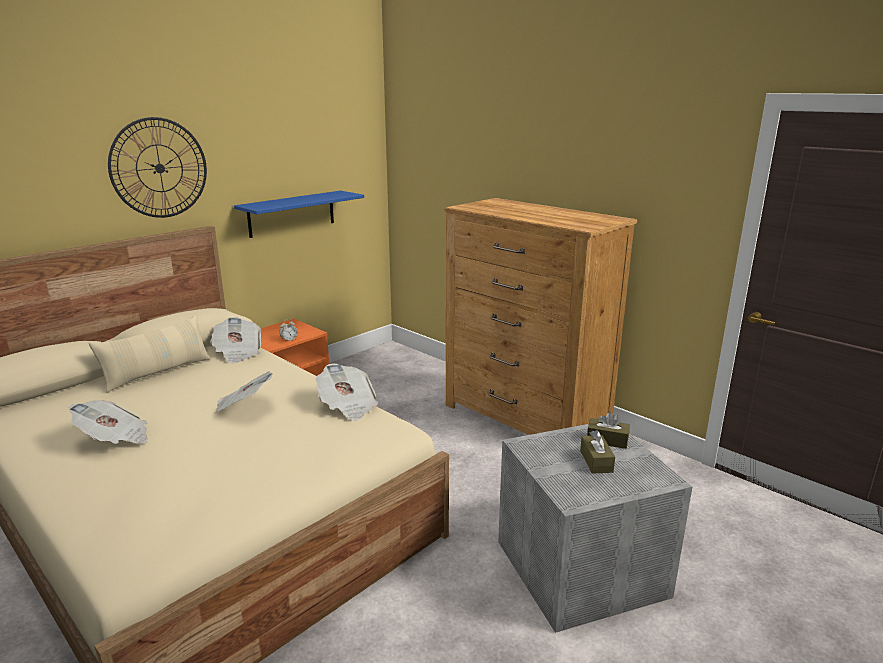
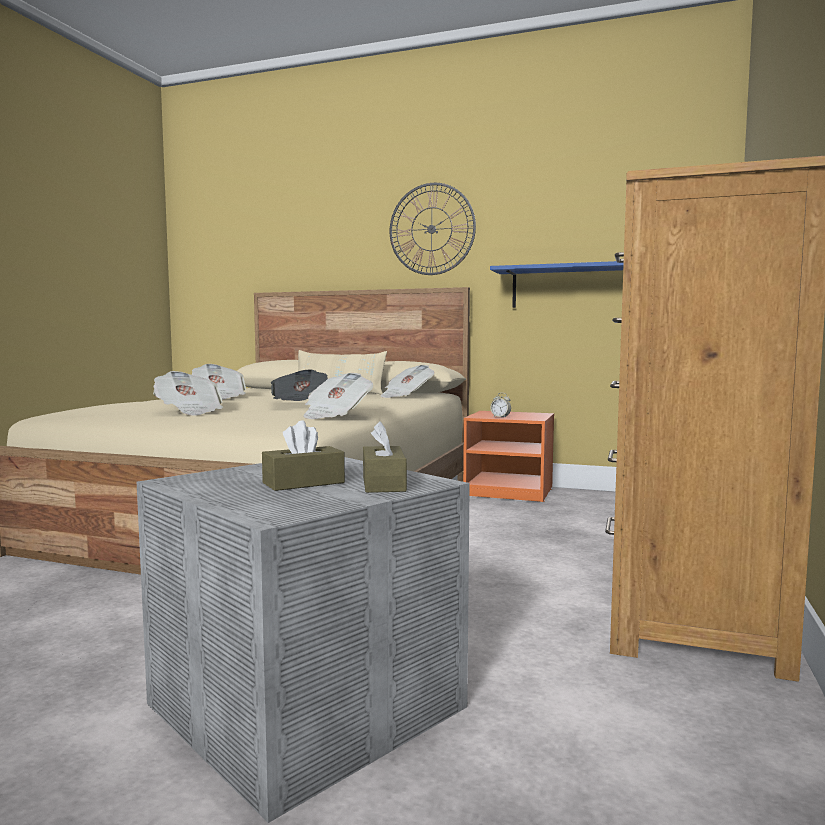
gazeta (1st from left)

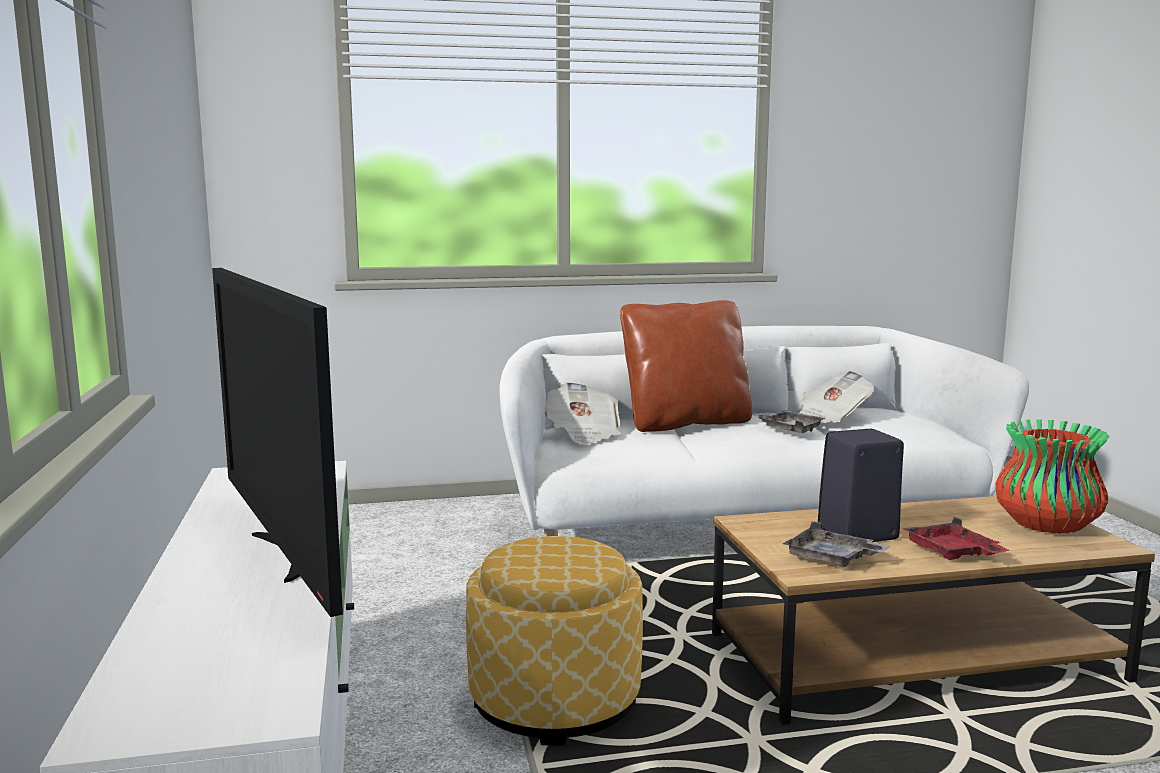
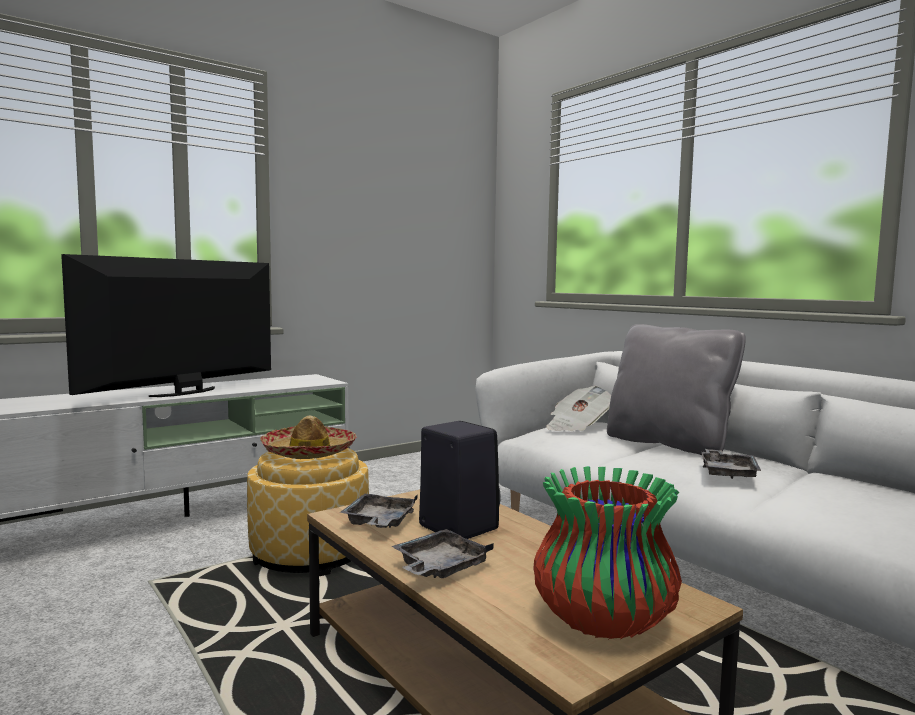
kapelusz; taca [szary] (2nd from left); poduszka [szary]; gazeta (2nd from left in the first image)

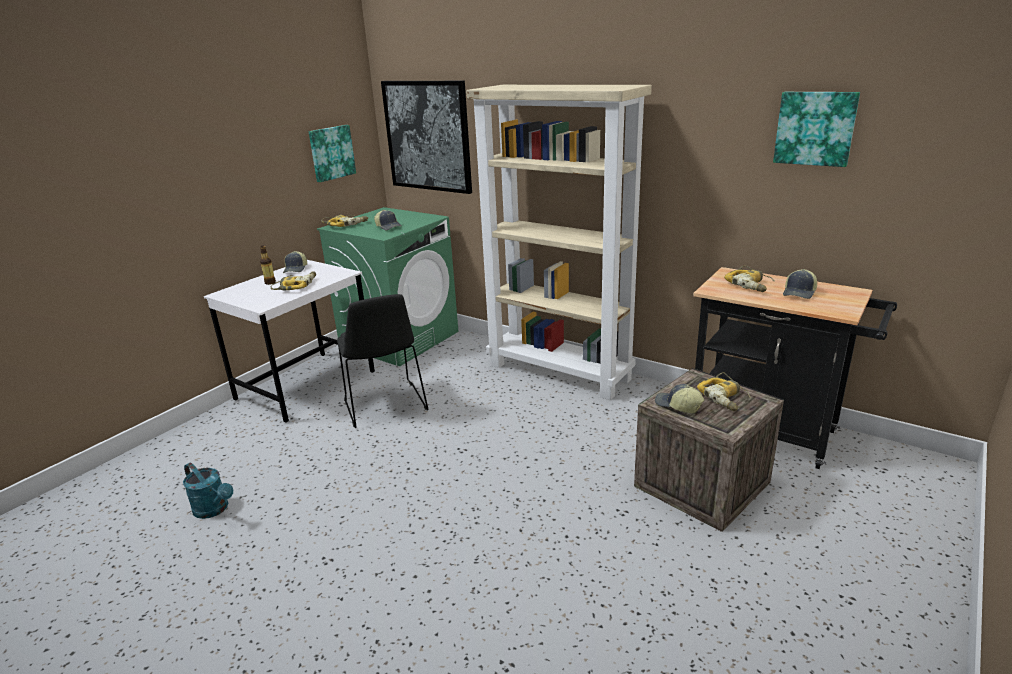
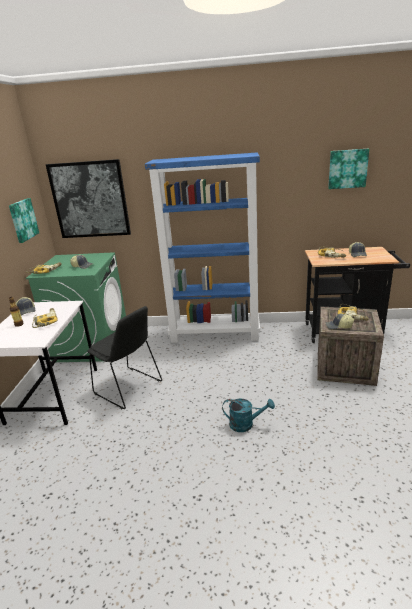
regał [niebieski]; konewka [turkusowy]

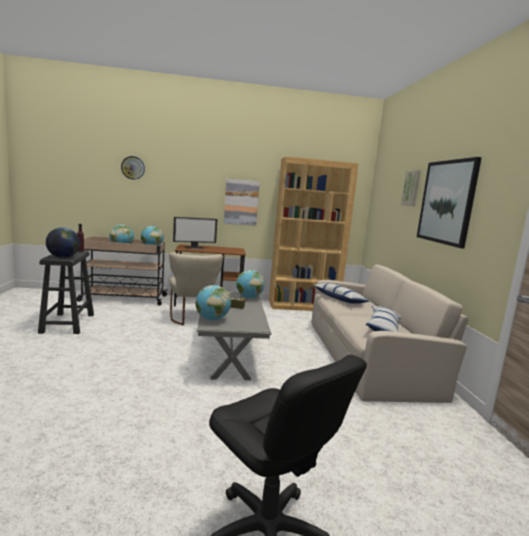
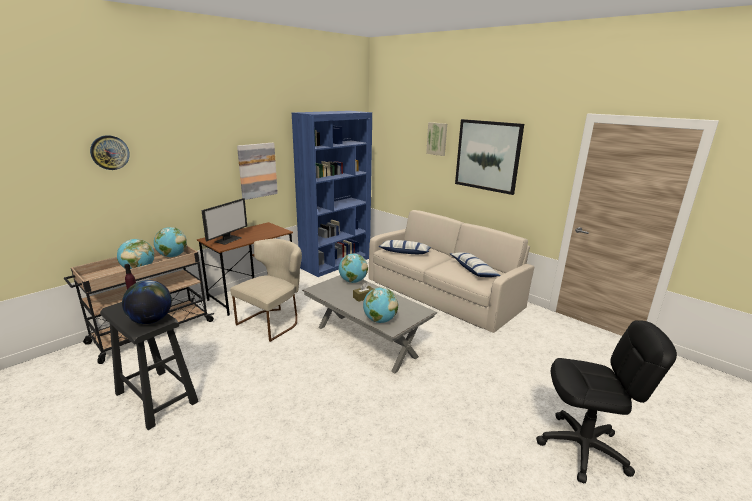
krzesło [beżowy]; regał [niebieski]

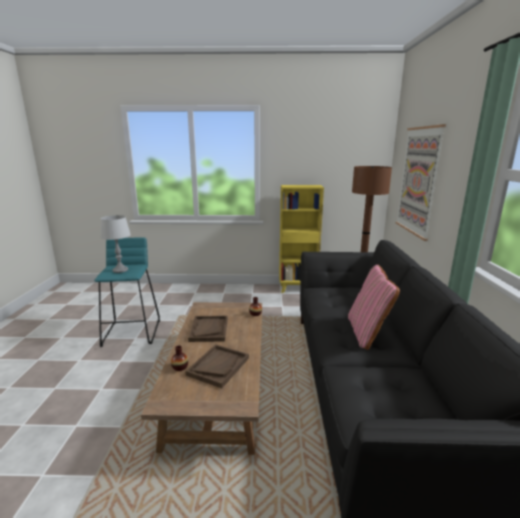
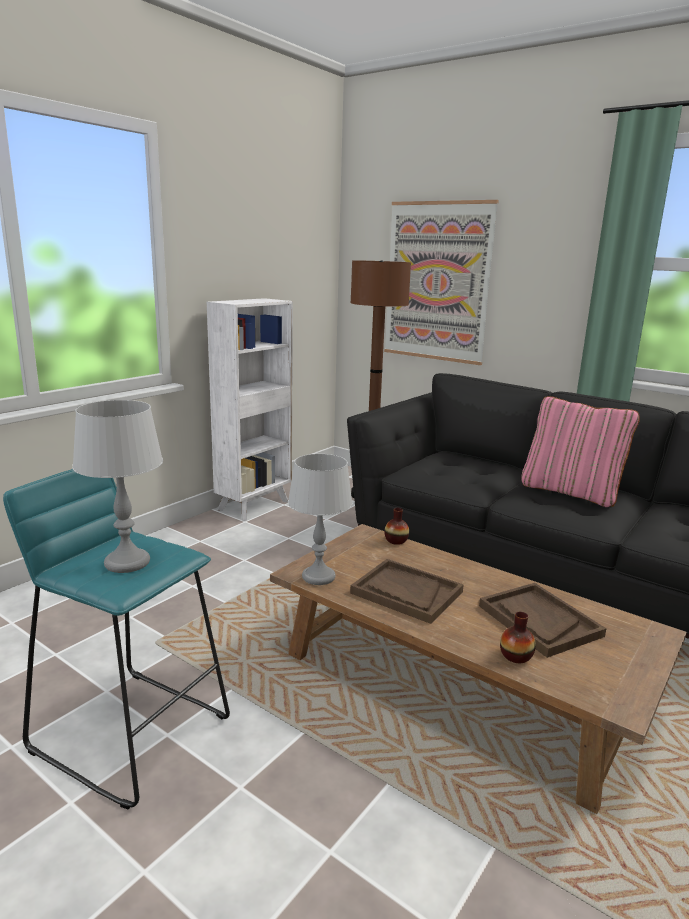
regał [biały]; lampa stołowa [szary] (2nd from left)

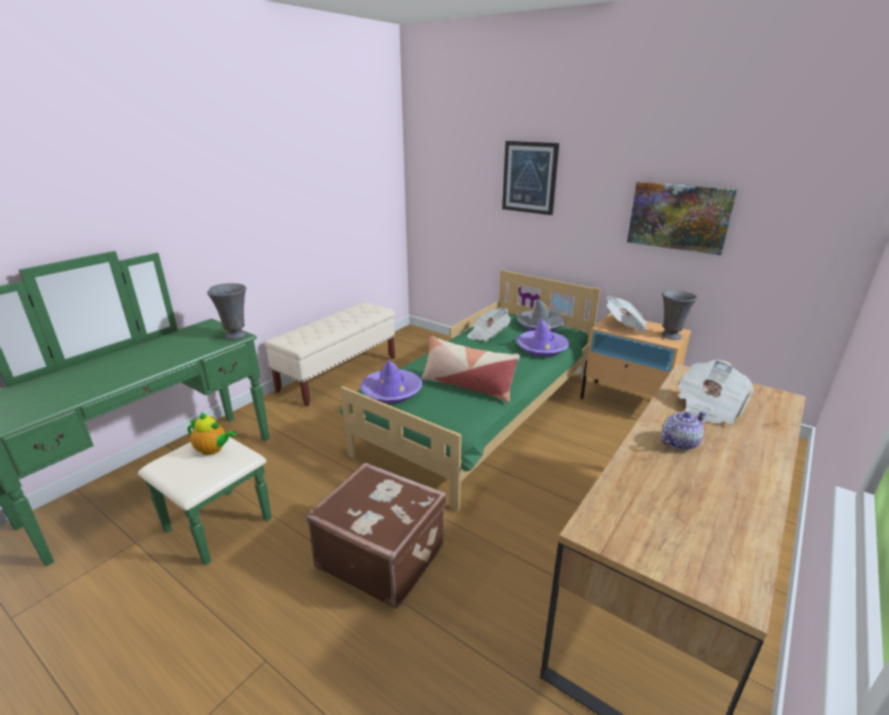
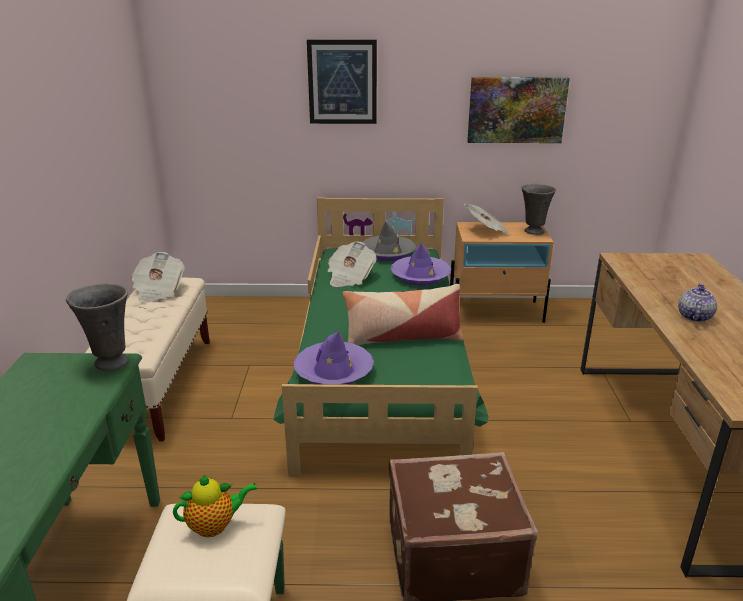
gazeta (1st from left)

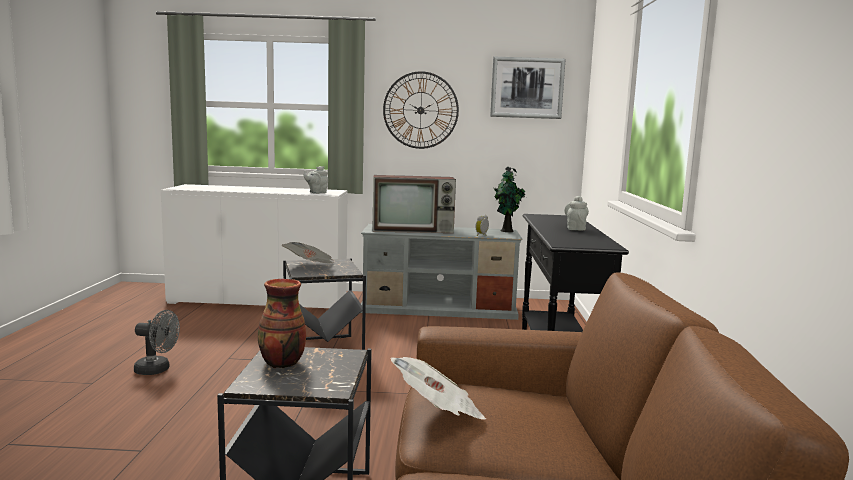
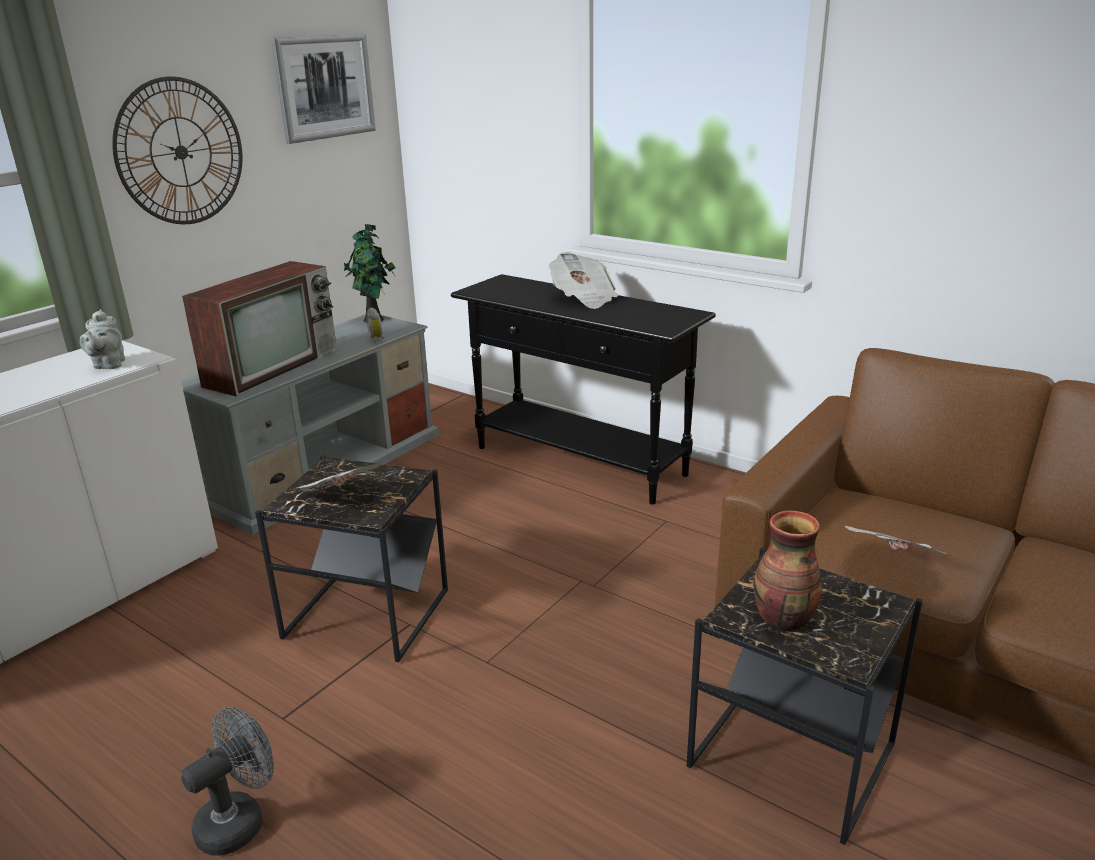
gazeta (2nd from left)

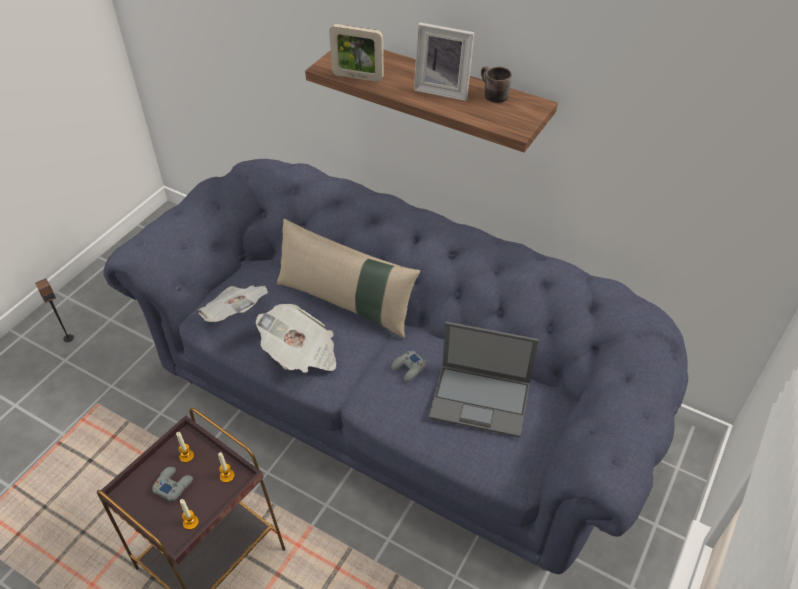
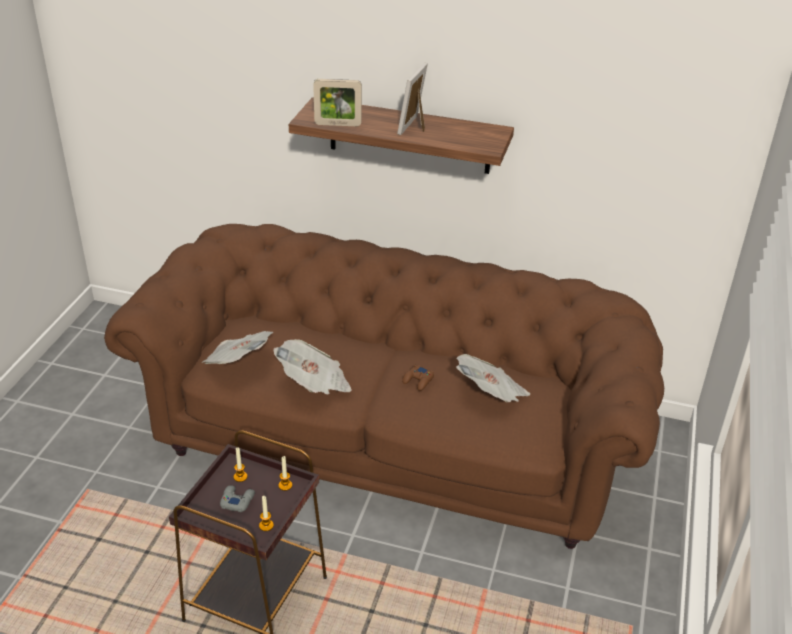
kanapa [brązowy]; ramka na zdjęcie (2nd from left); pad do gier [brązowy]; gazeta (3rd from left); głośnik; poduszka [beżowy]; kubek [brązowy]

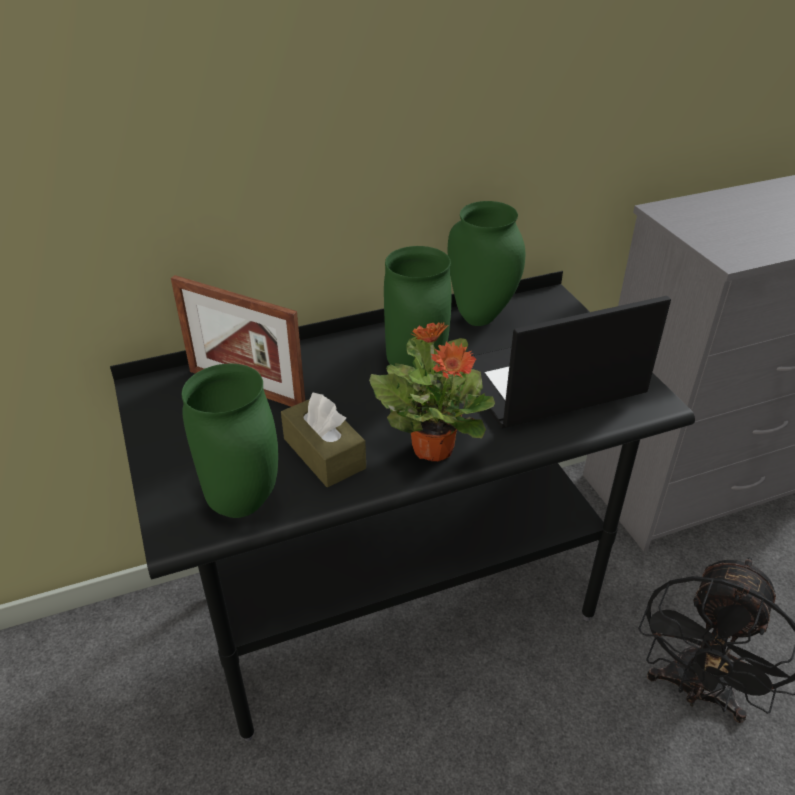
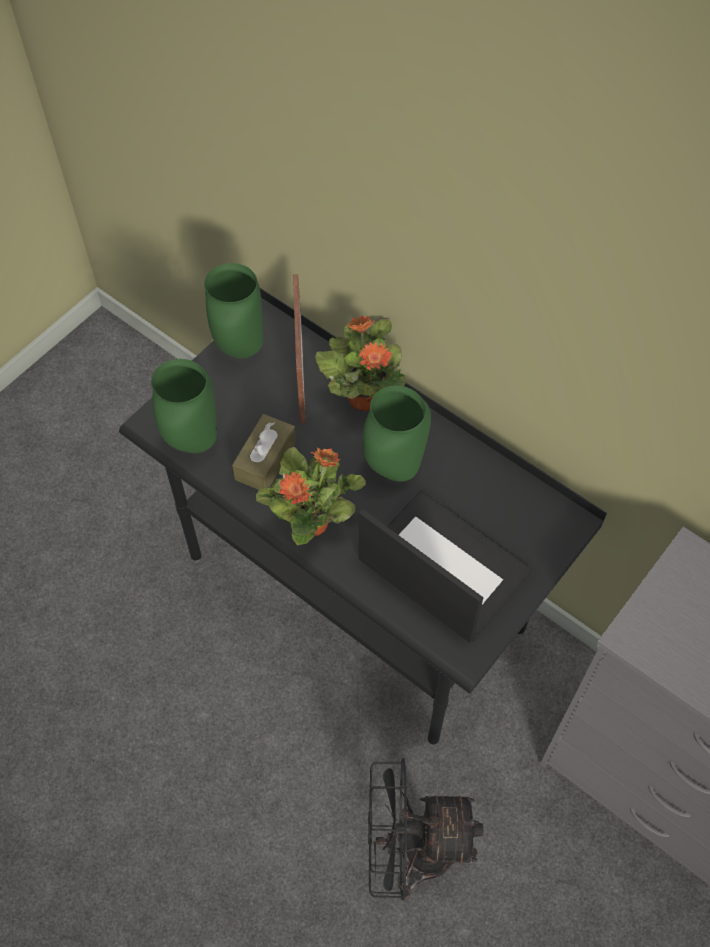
wazon [zielony] (2nd from left); roślina doniczkowa (2nd from left)

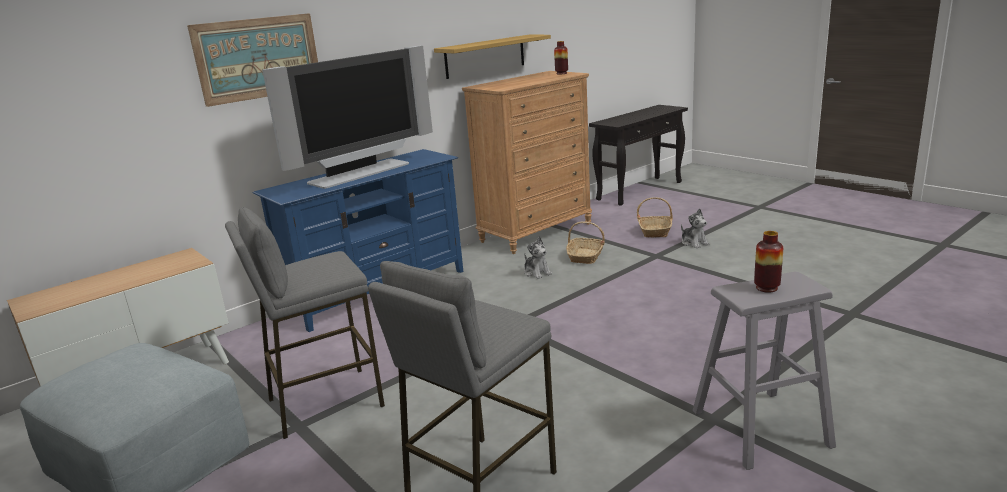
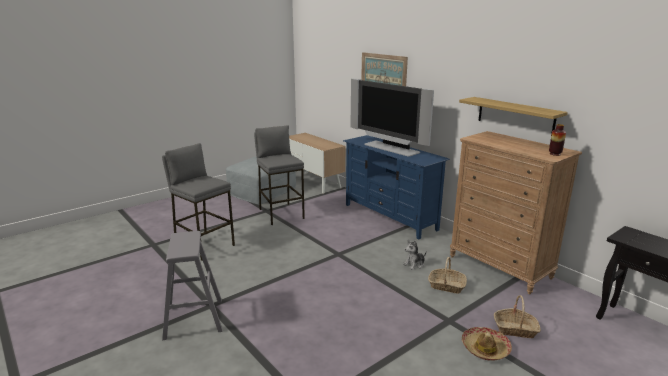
kapelusz; wazon (2nd from left in the first image)

